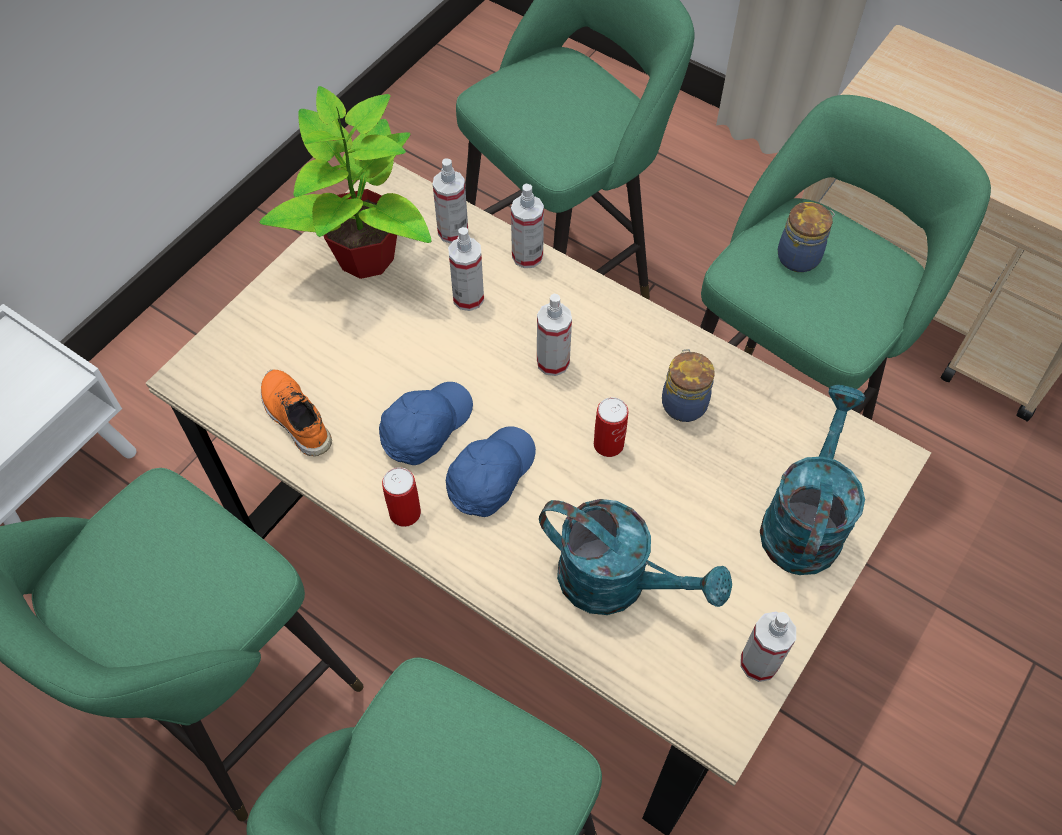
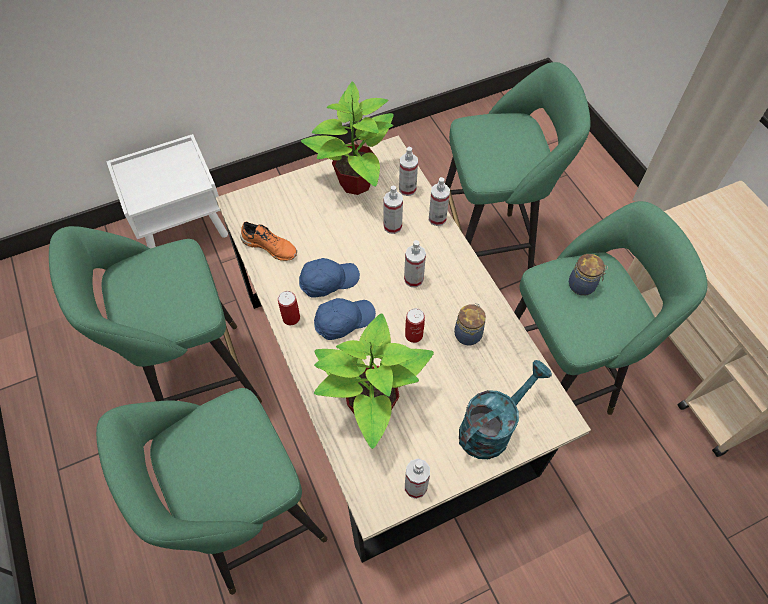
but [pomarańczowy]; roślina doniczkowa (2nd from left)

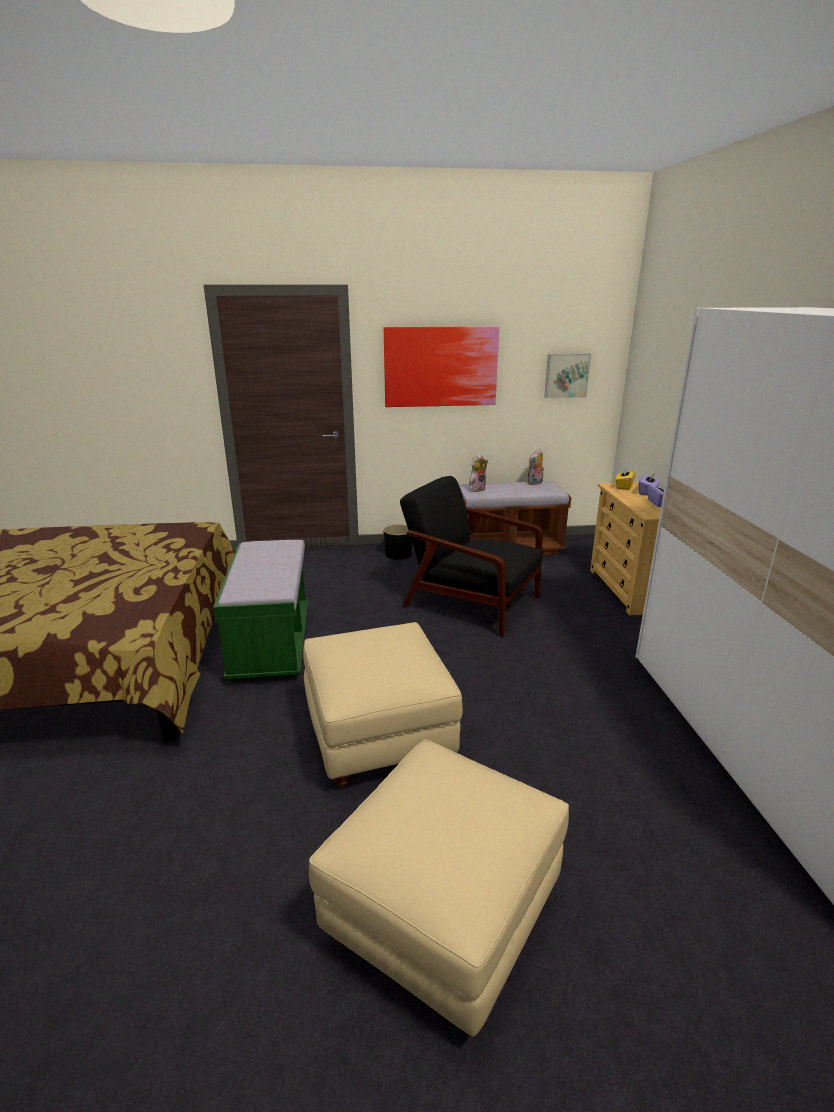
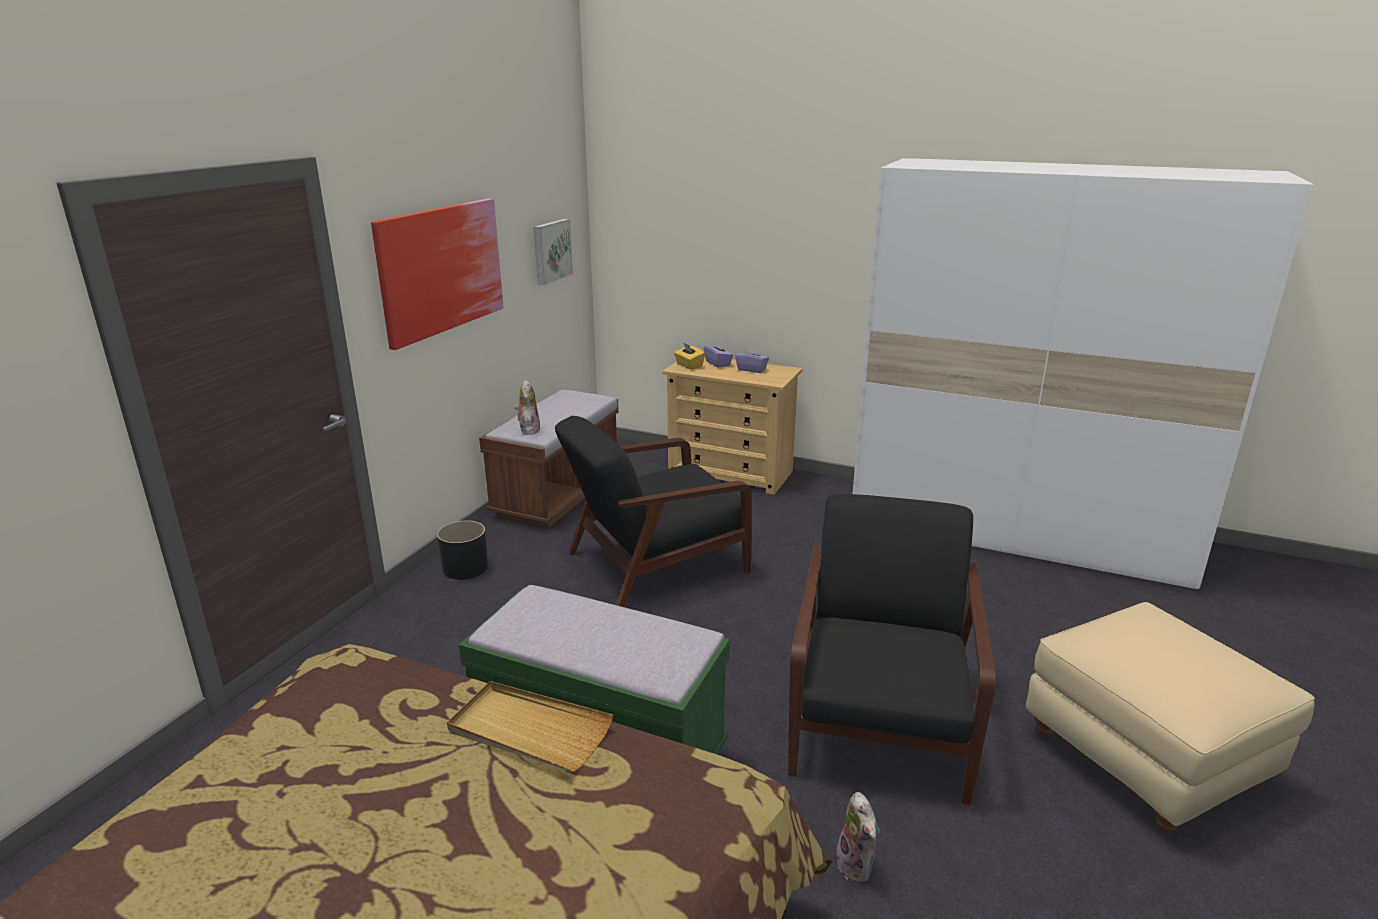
taca [beżowy]; fotel [czarny] (2nd from left); pluszak (2nd from left)

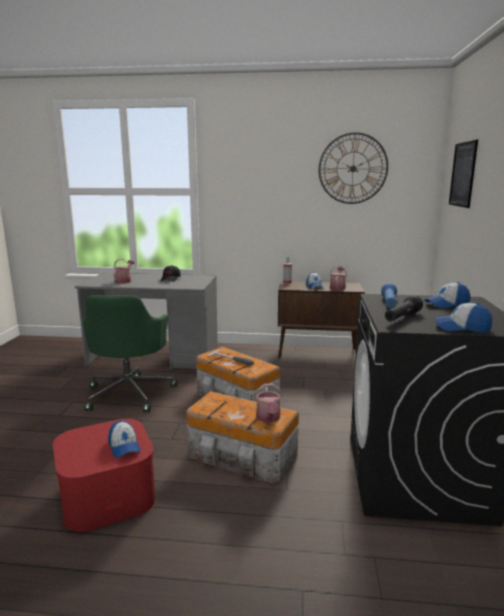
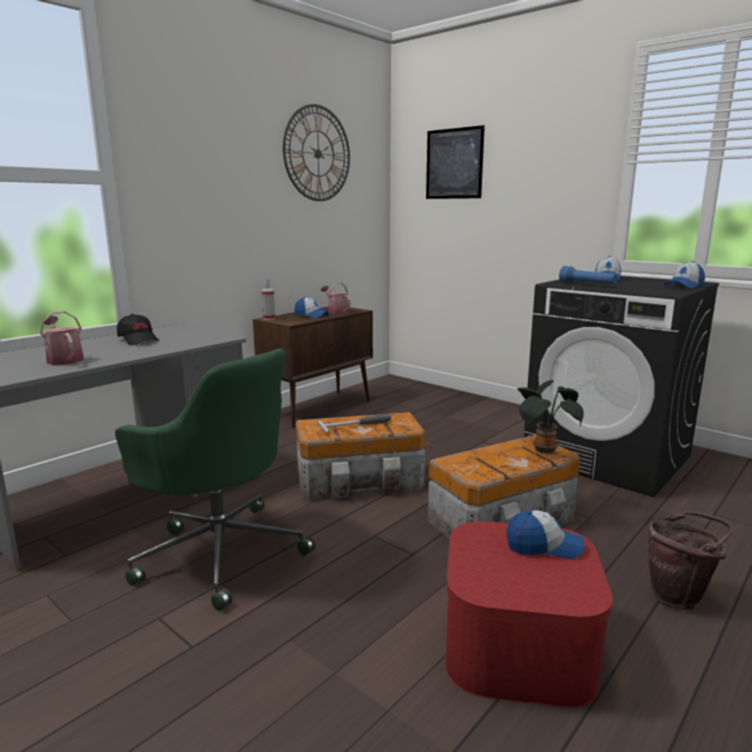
roślina doniczkowa; wiadro [brązowy]; latarka [czarny]

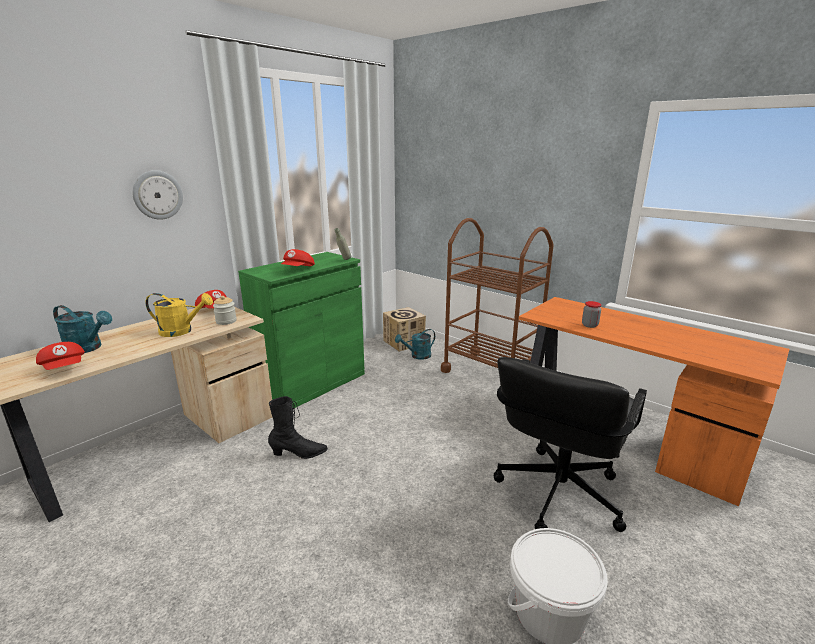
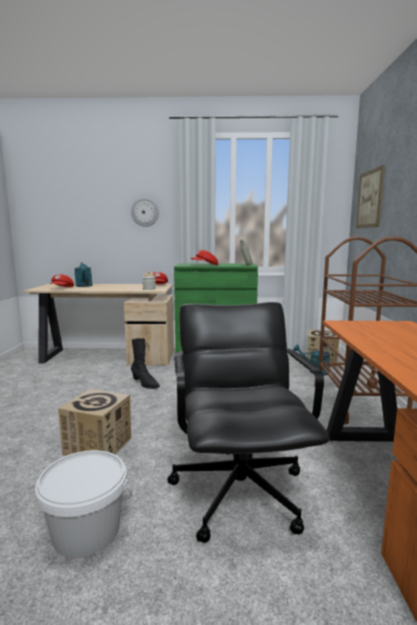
karton (1st from left); krzesło biurowe [czarny]; obraz; konewka [żółty]; słoik (2nd from left in the first image)

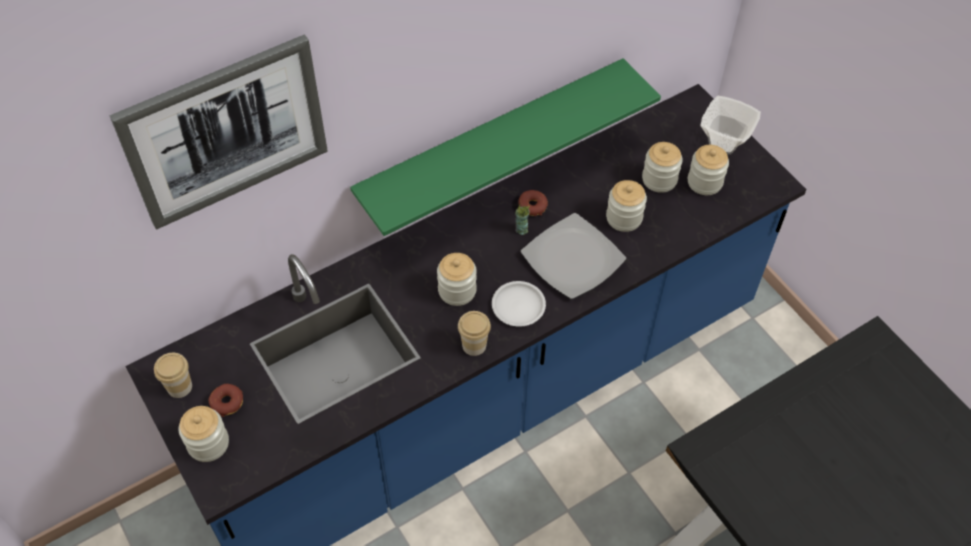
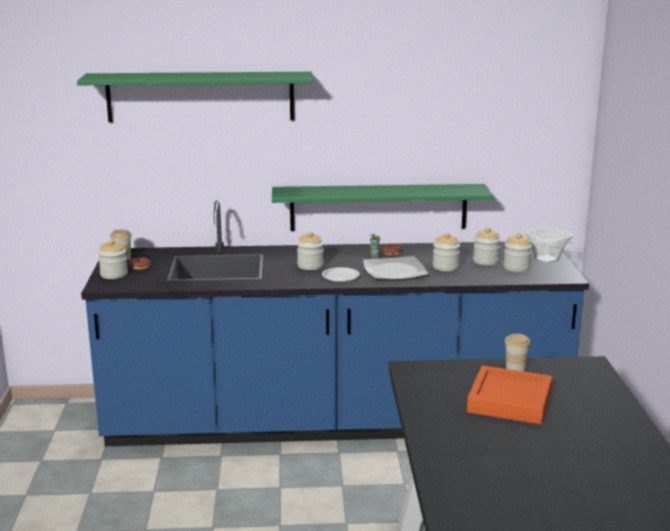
półka [zielony] (1st from left); taca [pomarańczowy]; filiżanka (3rd from left)

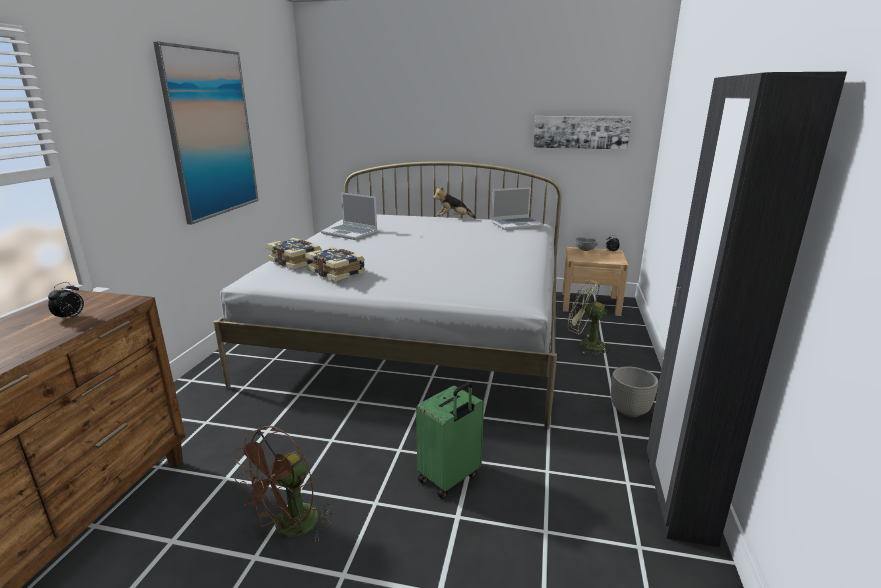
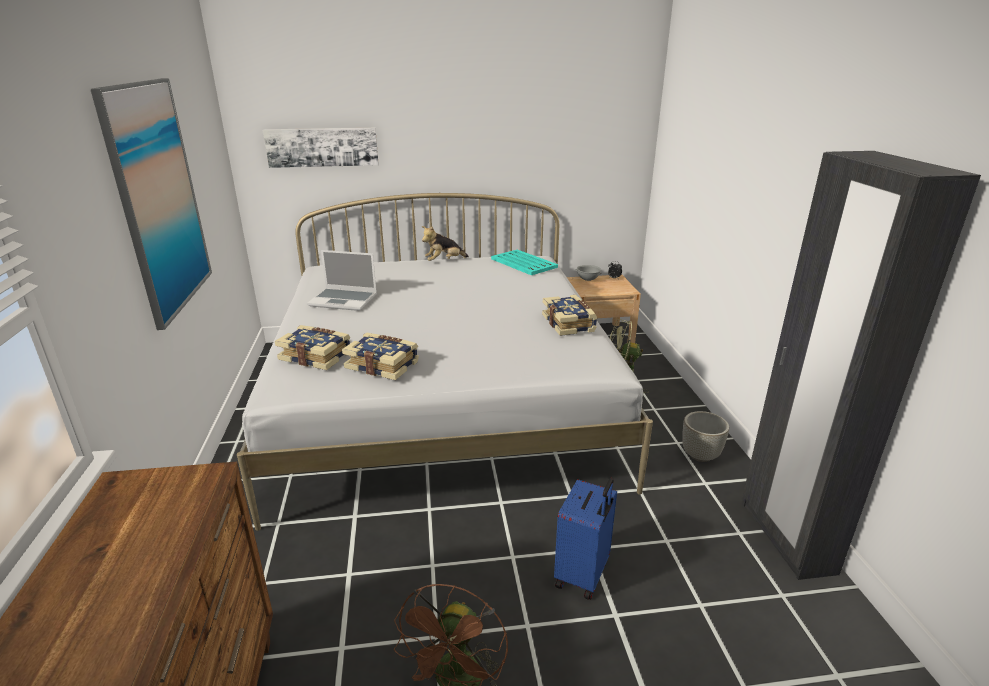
obraz (2nd from left); taca [turkusowy]; książka (3rd from left); walizka [niebieski]; budzik (1st from left in the first image)

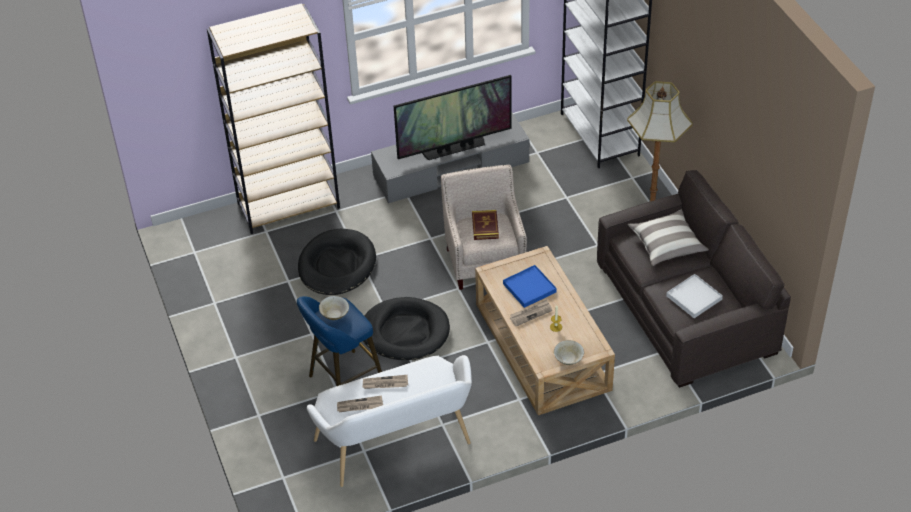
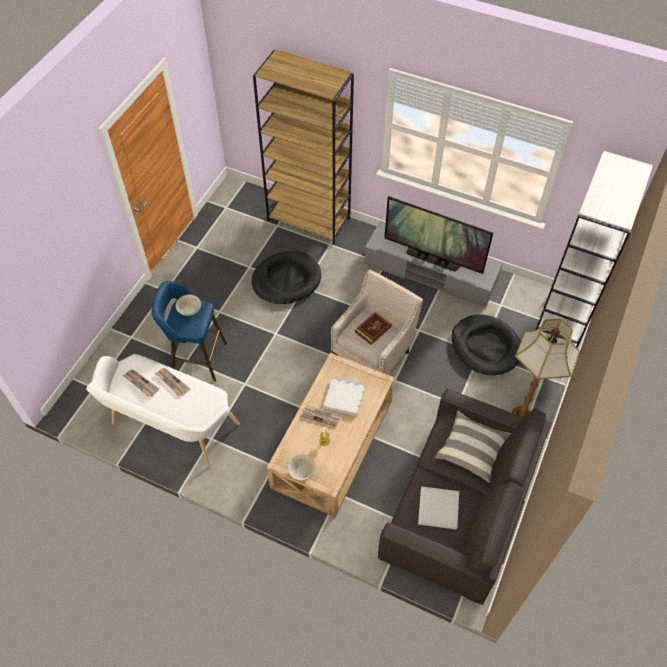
taca [biały] (1st from left); legowisko [czarny] (2nd from left)

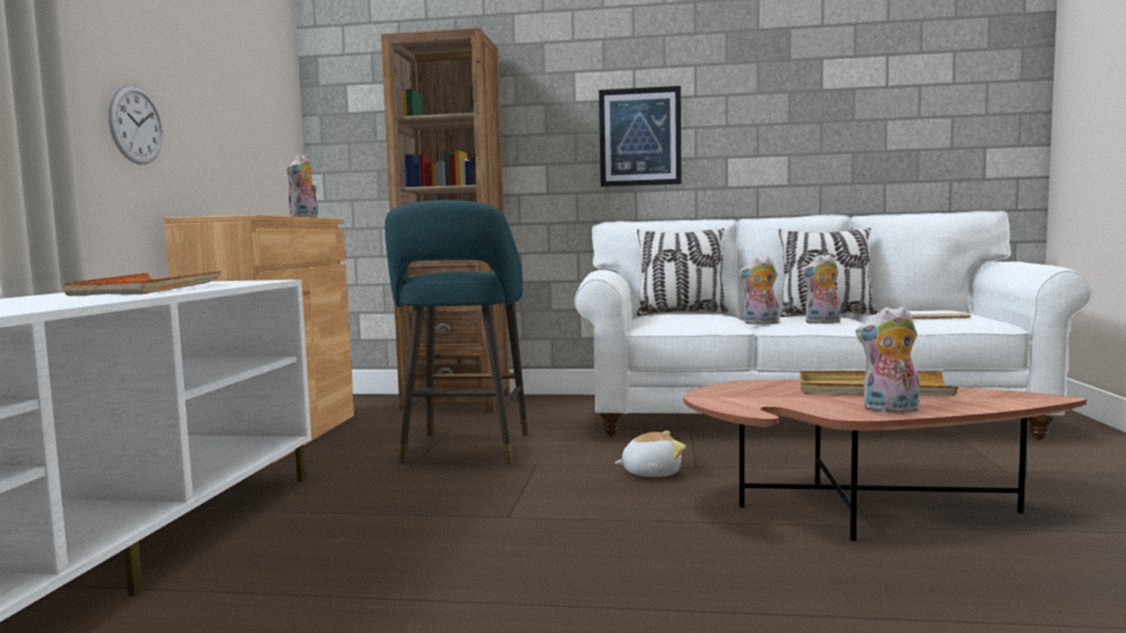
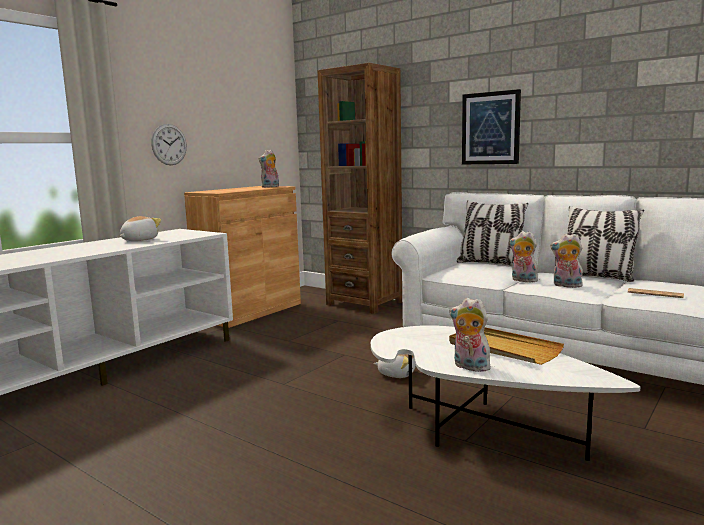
pluszak (1st from left); ława [biały]; stołek [turkusowy]

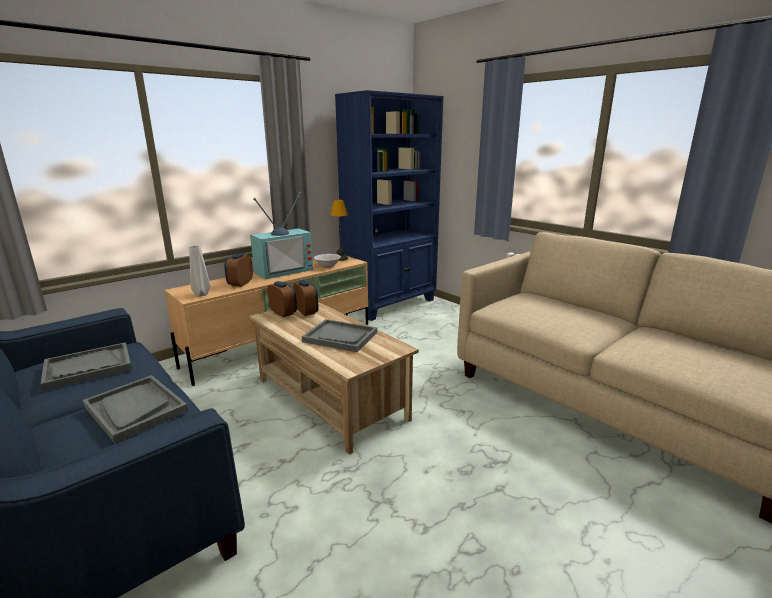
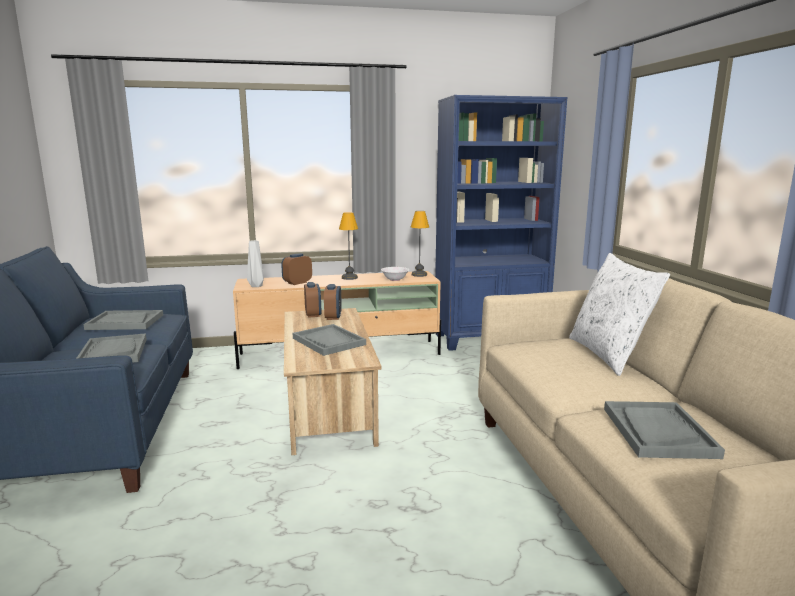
lampa stołowa (1st from left); poduszka [biały]; taca [szary] (4th from left)

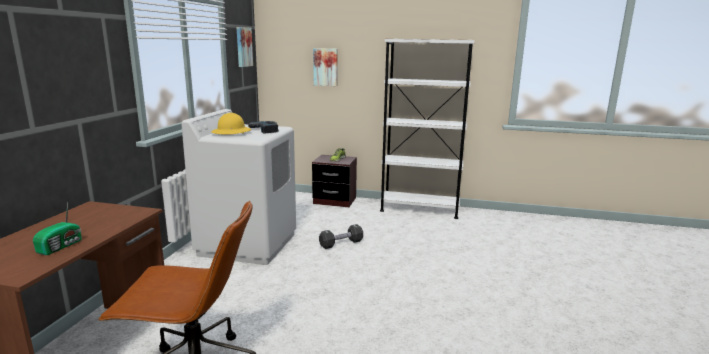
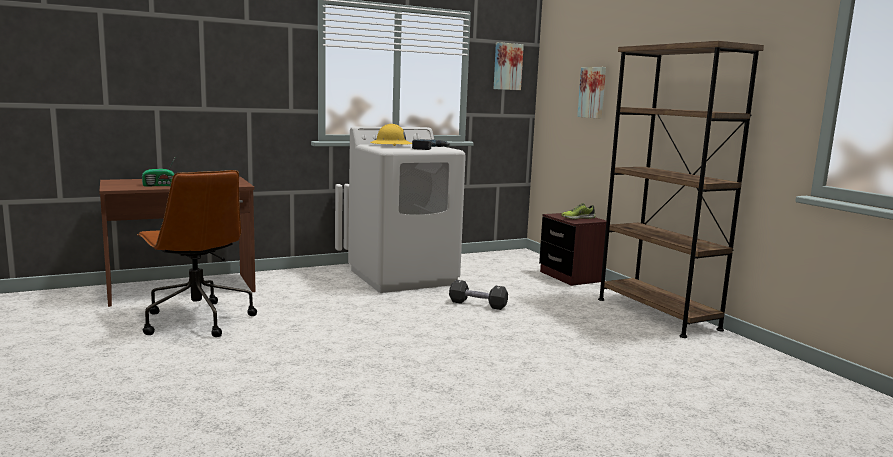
regał [brązowy]

